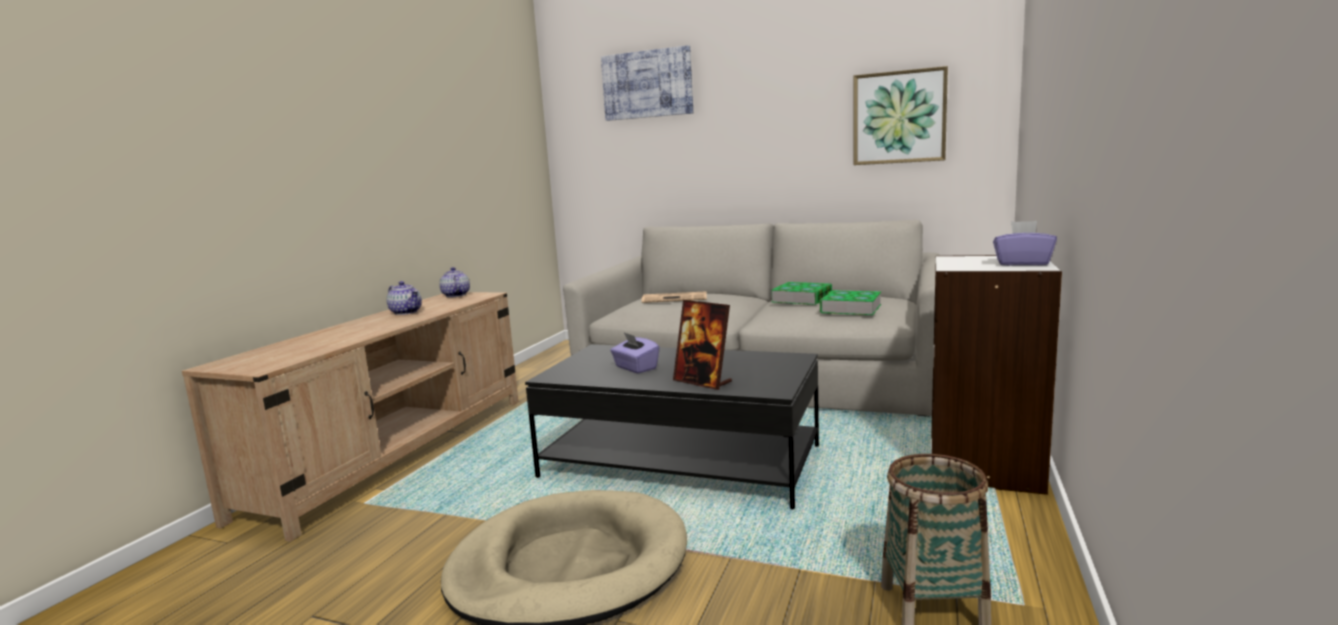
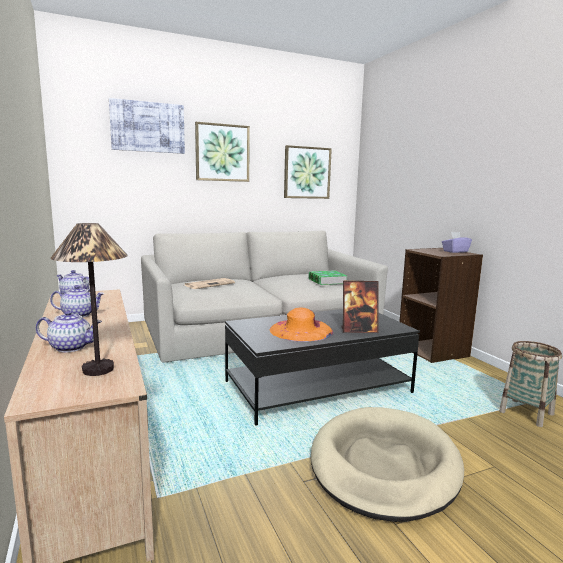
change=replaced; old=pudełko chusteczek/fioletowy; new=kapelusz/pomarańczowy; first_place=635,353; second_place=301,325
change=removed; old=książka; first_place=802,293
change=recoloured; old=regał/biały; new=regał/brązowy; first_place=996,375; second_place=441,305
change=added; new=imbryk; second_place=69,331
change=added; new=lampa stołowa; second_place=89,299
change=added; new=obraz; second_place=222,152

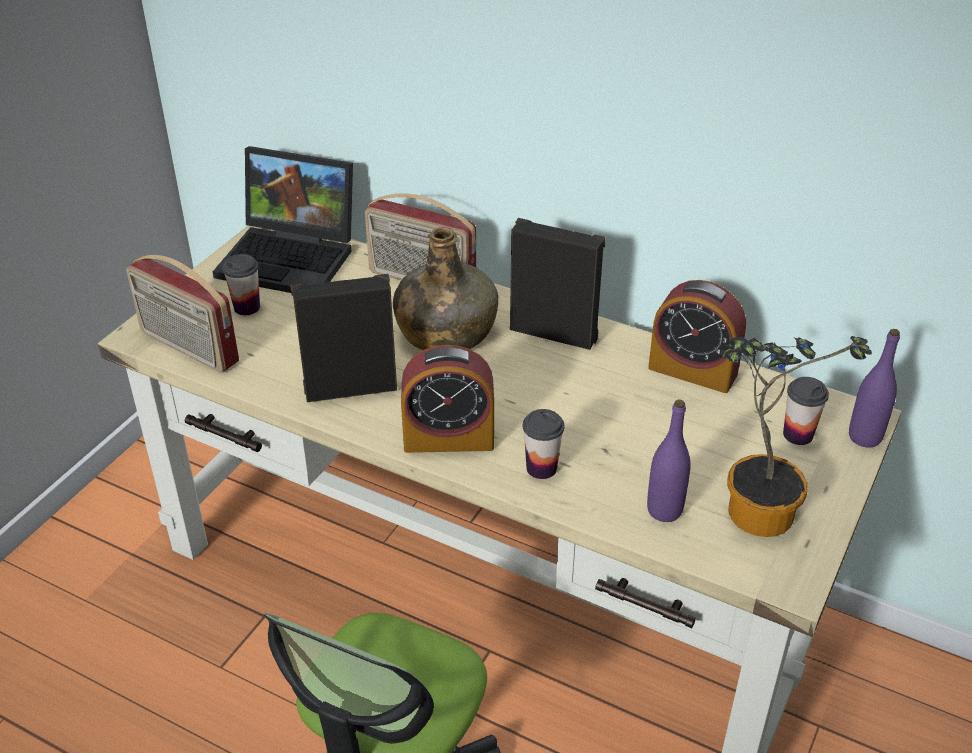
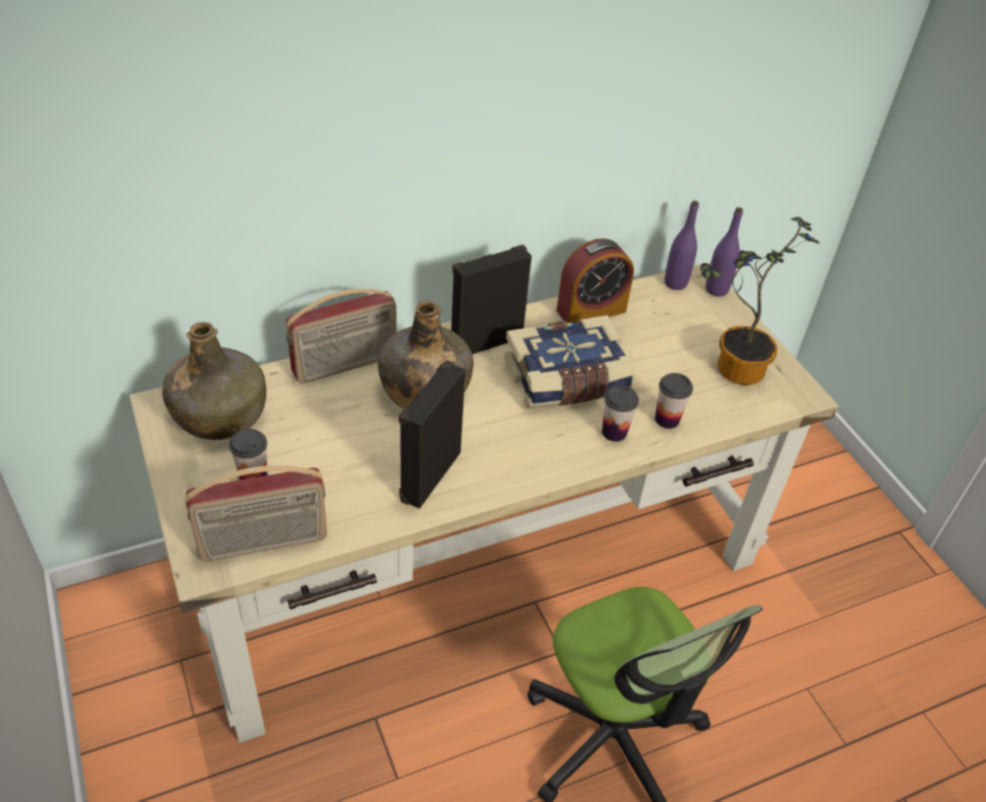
change=replaced; old=laptop; new=butelka/zielony; first_place=283,219; second_place=214,381
change=removed; old=budzik; first_place=447,399
change=moved; old=butelka/fioletowy; first_place=669,460; second_place=681,245
change=moved; old=filiżanka; first_place=806,411; second_place=674,401
change=added; new=książka; second_place=570,362

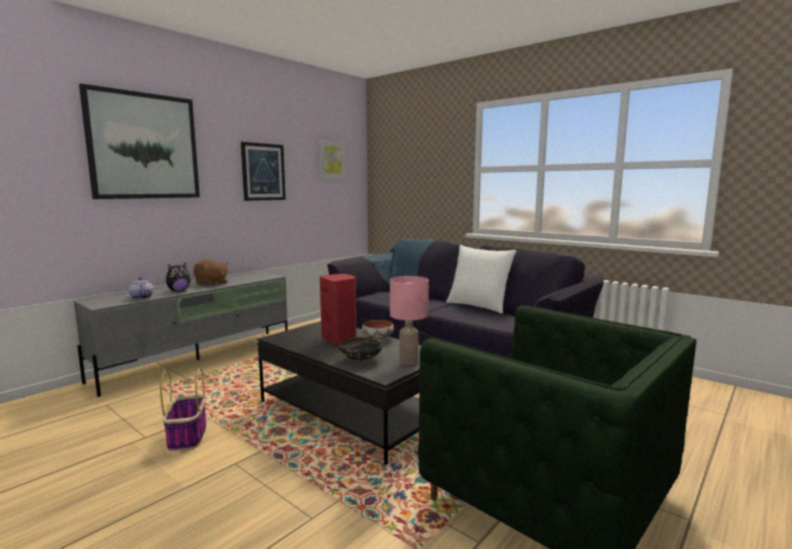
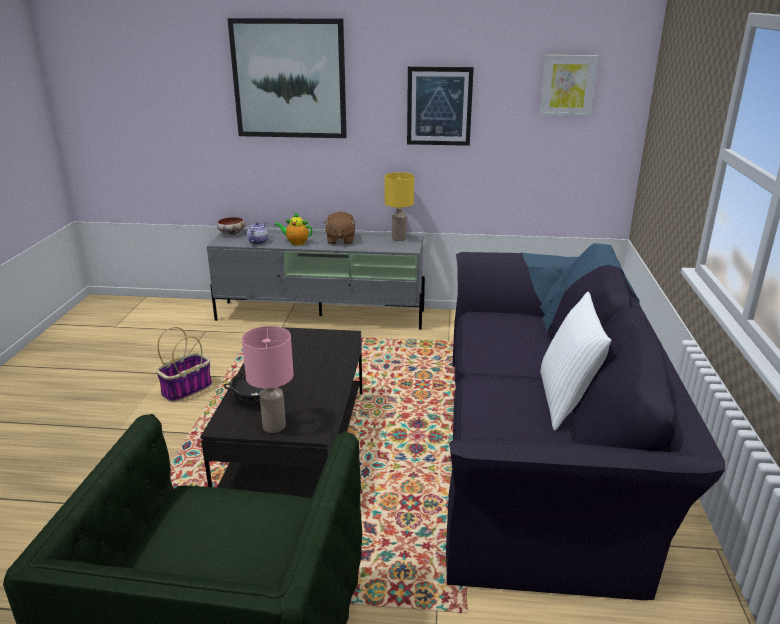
change=replaced; old=pluszak; new=imbryk; first_place=178,277; second_place=293,228
change=removed; old=głośnik/czerwony; first_place=338,309
change=moved; old=miska; first_place=378,330; second_place=231,226
change=added; new=lampa stołowa/żółty; second_place=399,206

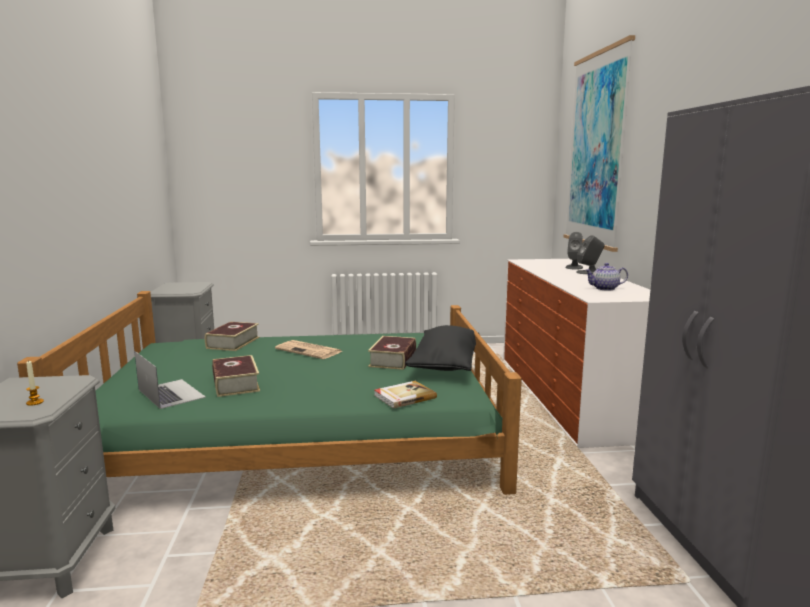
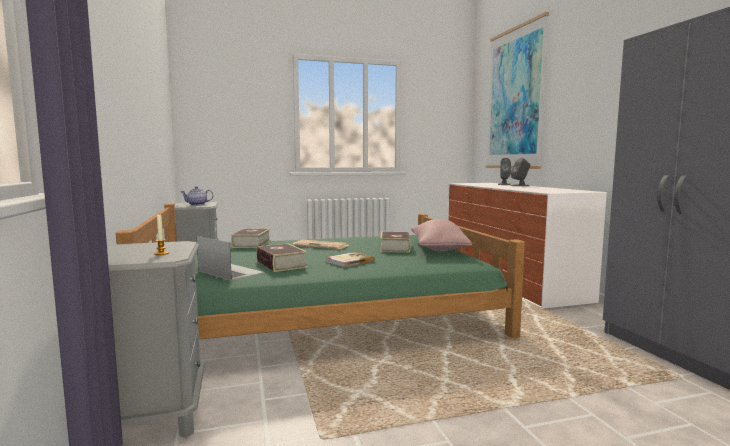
change=moved; old=książka; first_place=405,395; second_place=349,259
change=recoloured; old=poduszka/czarny; new=poduszka/różowy; first_place=442,348; second_place=441,235
change=moved; old=imbryk; first_place=606,277; second_place=197,195

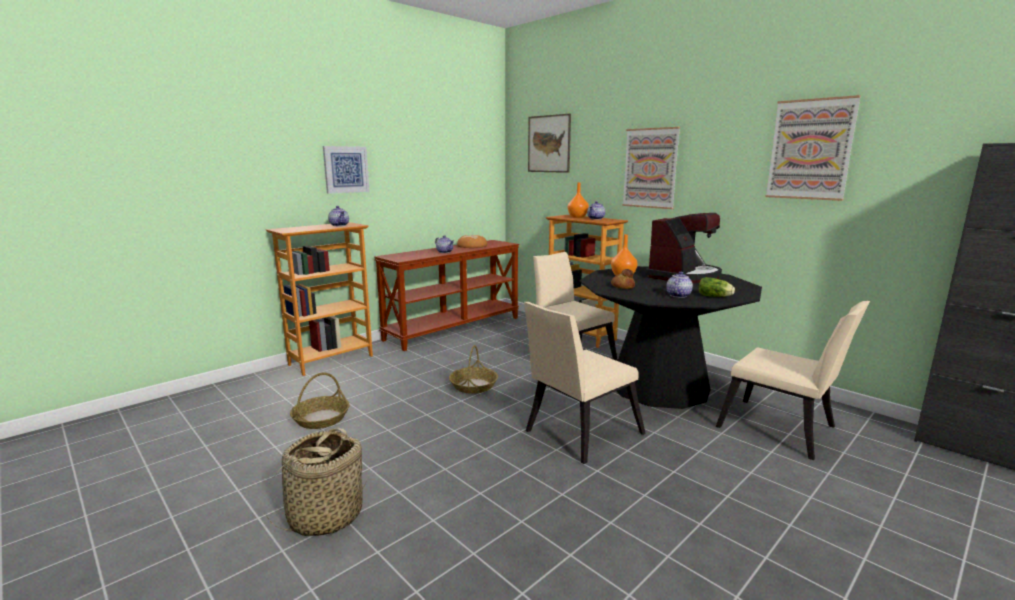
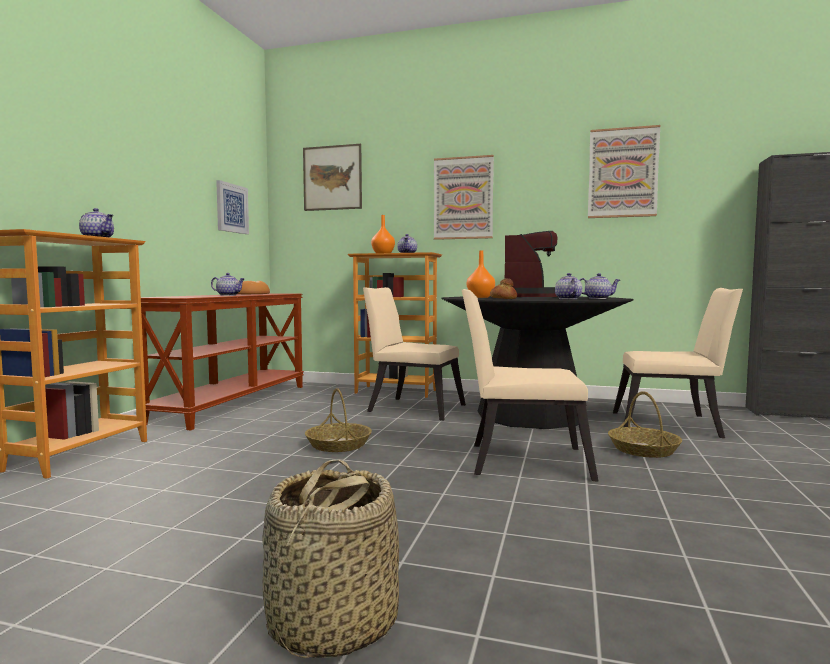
change=moved; old=koszyk; first_place=320,400; second_place=645,424
change=moved; old=obraz; first_place=346,170; second_place=232,207
change=turned; old=krzesło/beżowy; first_place=585,383; second_place=530,385; degrees=75
change=replaced; old=sałata; new=imbryk; first_place=716,287; second_place=599,286

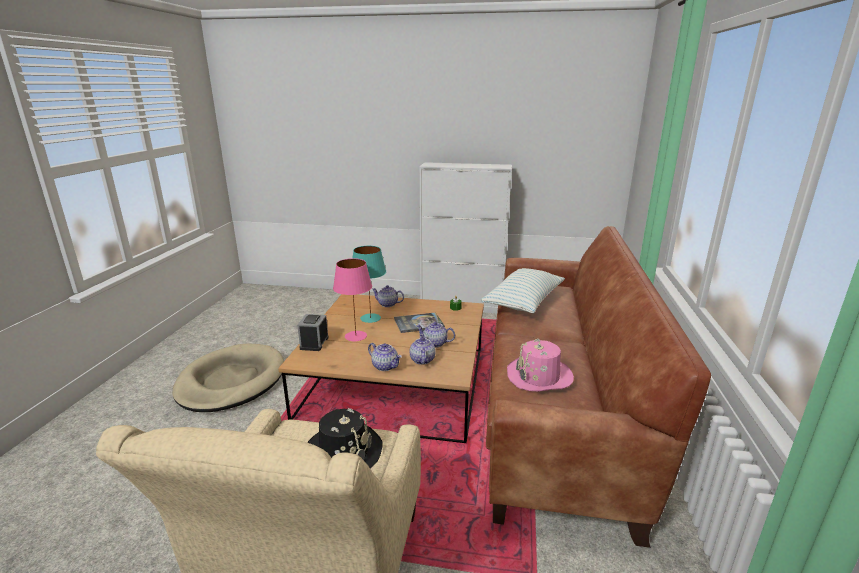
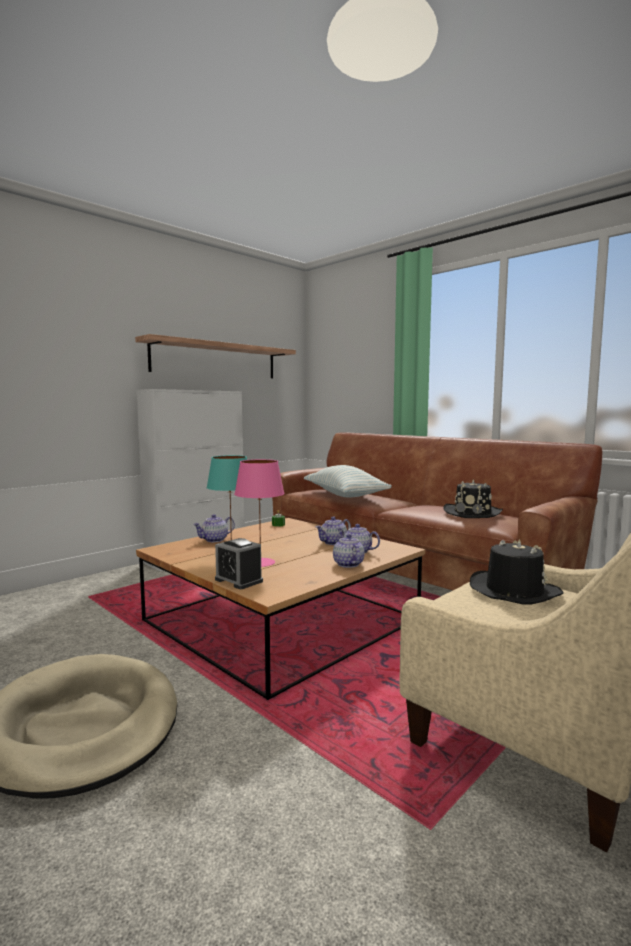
change=turned; old=imbryk; first_place=385,357; second_place=349,551; degrees=-90
change=removed; old=książka; first_place=419,322
change=recoloured; old=kapelusz/różowy; new=kapelusz/czarny; first_place=540,365; second_place=473,498
change=added; new=półka; second_place=215,356

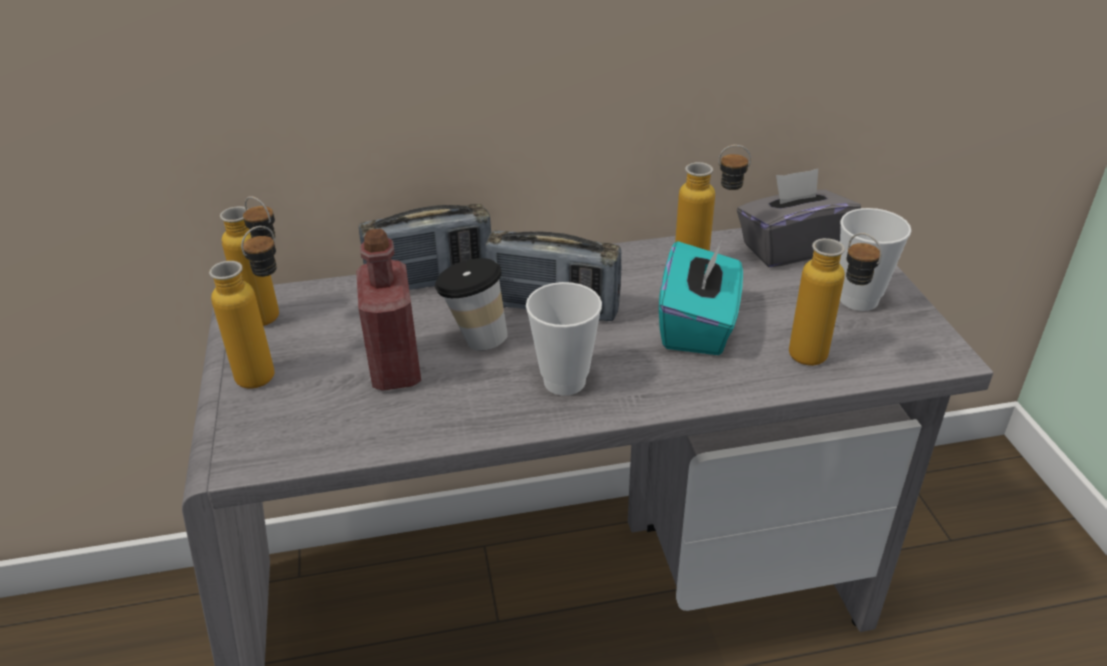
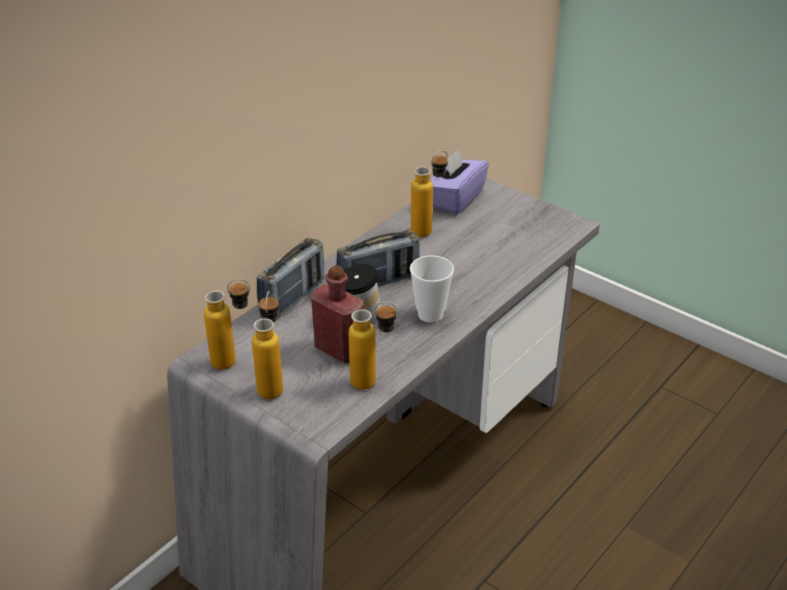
change=removed; old=pudełko chusteczek/turkusowy; first_place=701,297
change=recoloured; old=pudełko chusteczek/szary; new=pudełko chusteczek/fioletowy; first_place=799,218; second_place=459,181
change=moved; old=butelka; first_place=835,299; second_place=373,346
change=removed; old=filiżanka; first_place=875,259

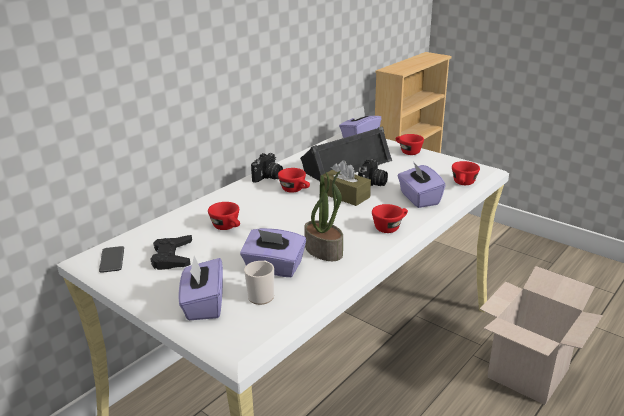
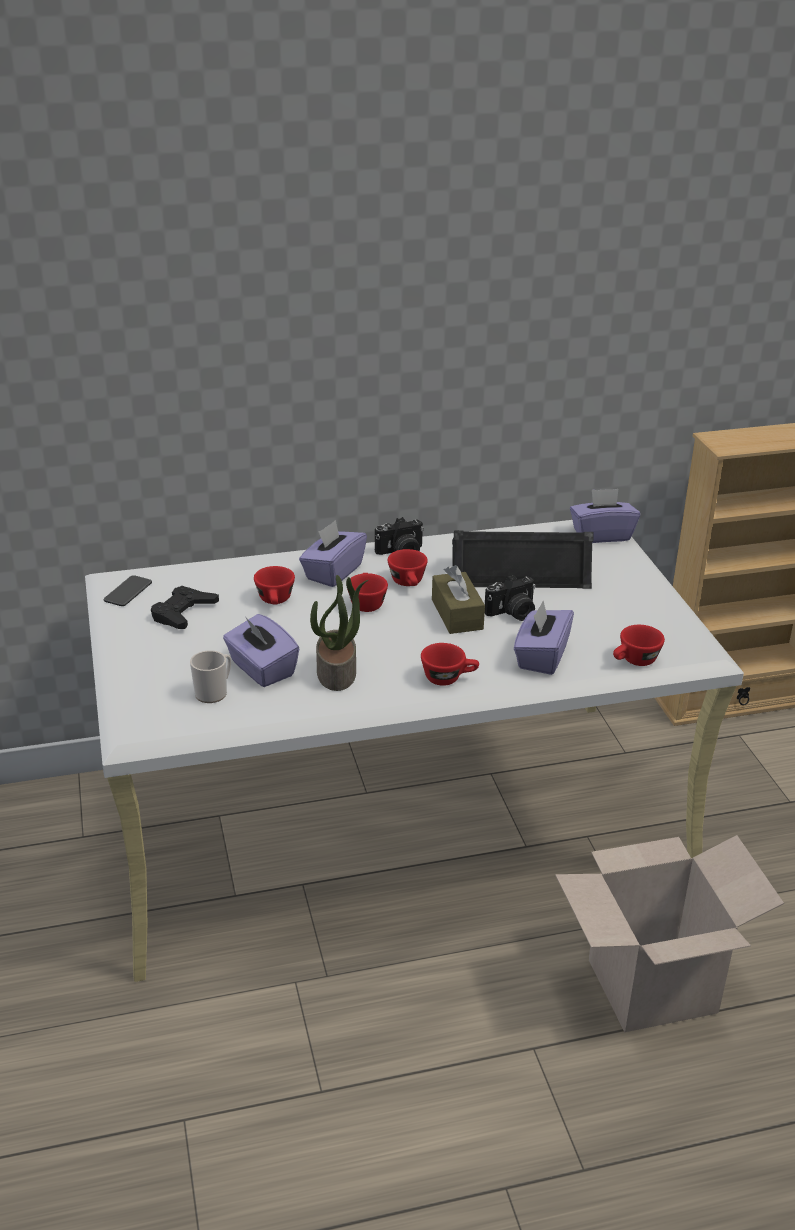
change=moved; old=pudełko chusteczek/fioletowy; first_place=200,288; second_place=333,553
change=moved; old=filiżanka/czerwony; first_place=410,144; second_place=367,592

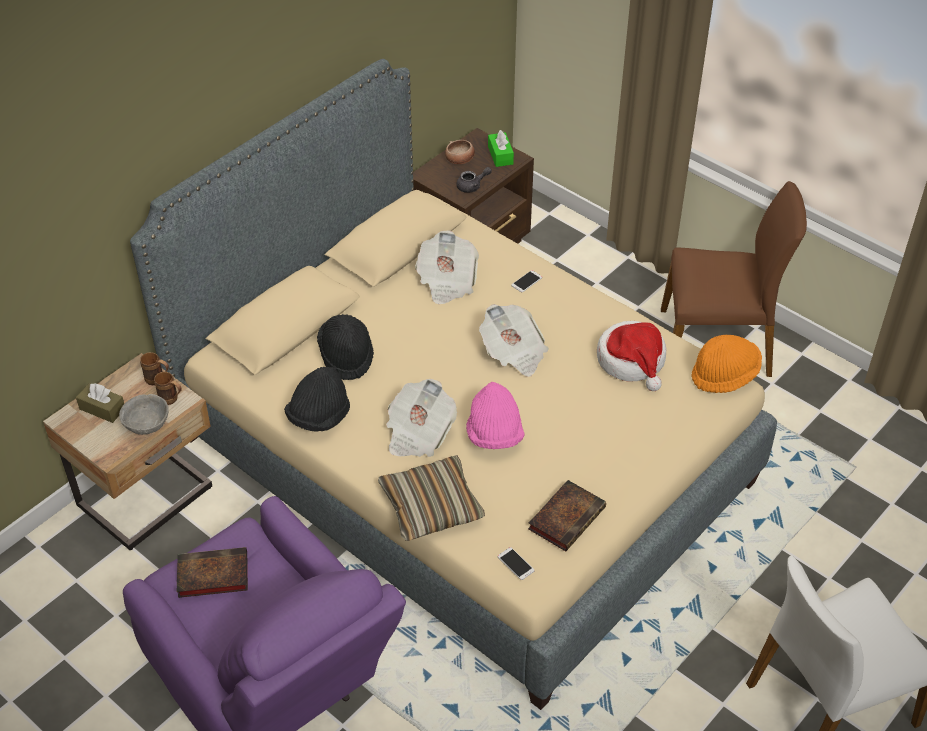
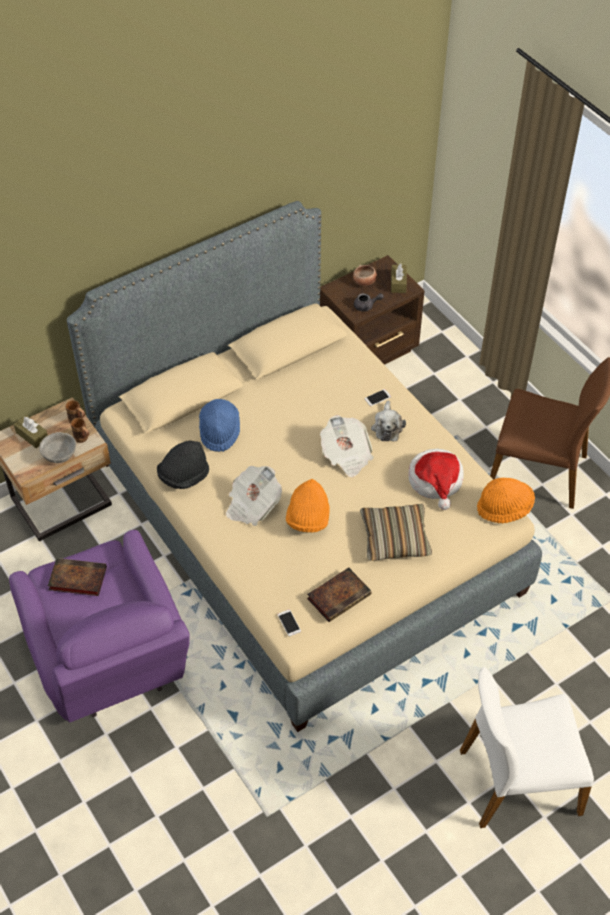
change=recoloured; old=kapelusz/czarny; new=kapelusz/niebieski; first_place=345,347; second_place=219,425
change=moved; old=poduszka; first_place=431,498; second_place=396,532
change=removed; old=gazeta; first_place=447,268
change=recoloured; old=kapelusz/różowy; new=kapelusz/pomarańczowy; first_place=495,415; second_place=307,506
change=recoloured; old=pudełko chusteczek/zielony; new=pudełko chusteczek/brązowy; first_place=501,148; second_place=399,278
change=added; new=pluszak; second_place=388,420

